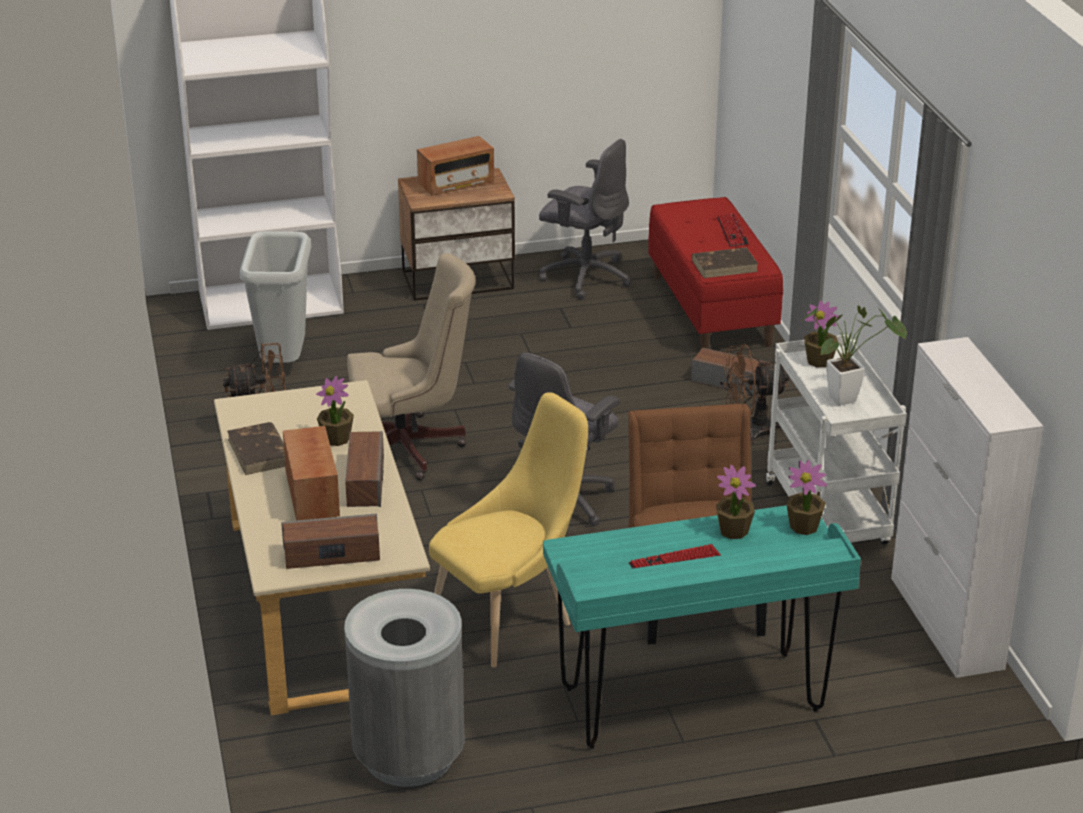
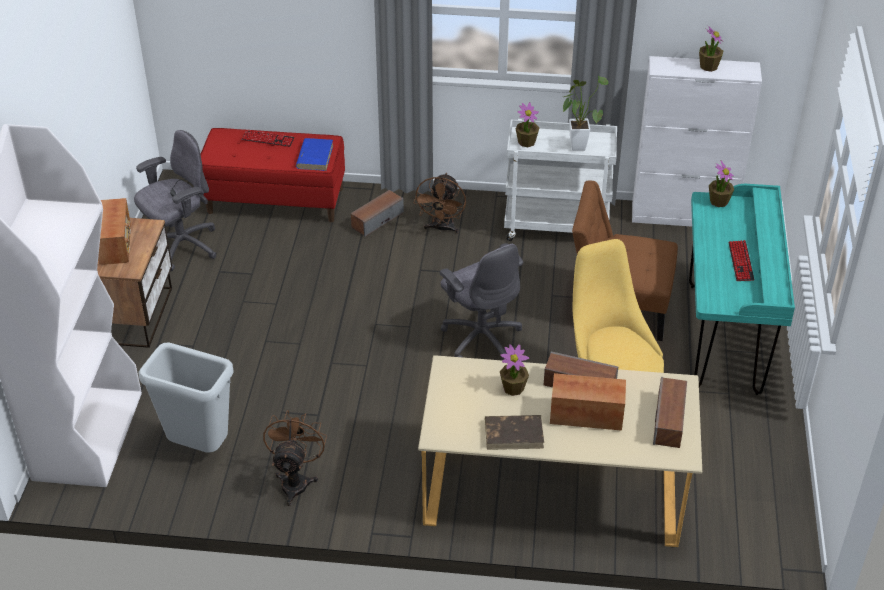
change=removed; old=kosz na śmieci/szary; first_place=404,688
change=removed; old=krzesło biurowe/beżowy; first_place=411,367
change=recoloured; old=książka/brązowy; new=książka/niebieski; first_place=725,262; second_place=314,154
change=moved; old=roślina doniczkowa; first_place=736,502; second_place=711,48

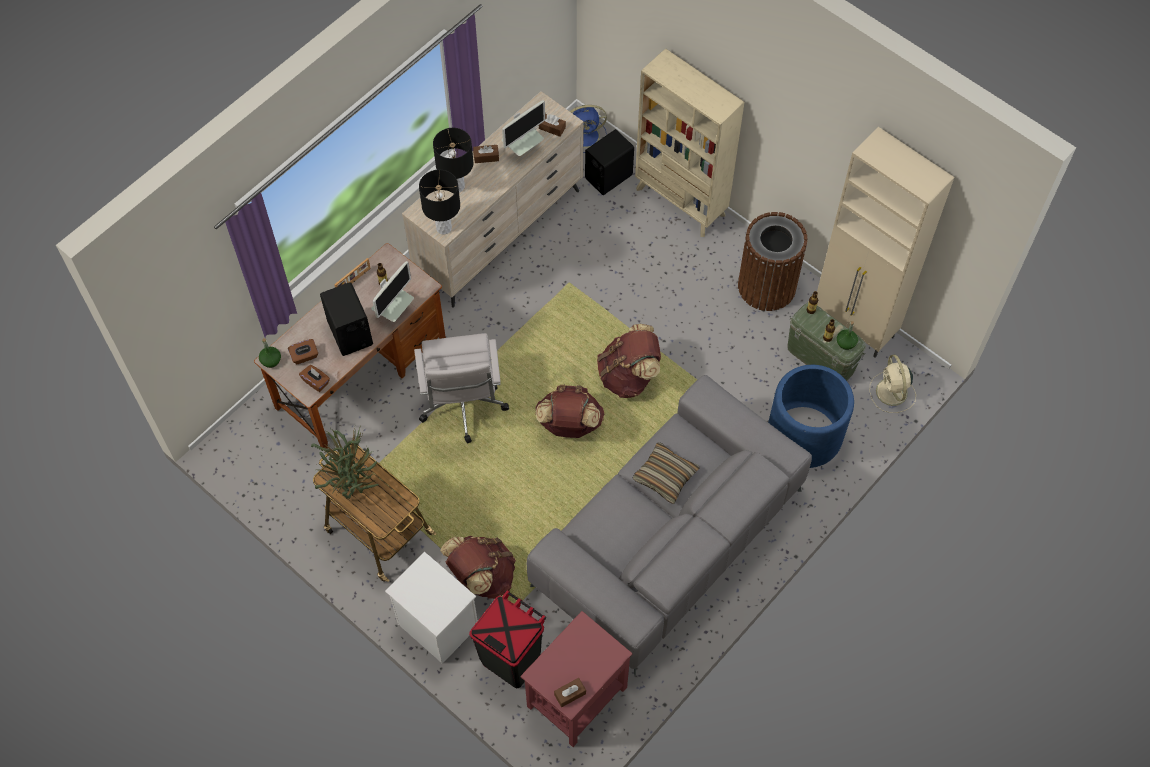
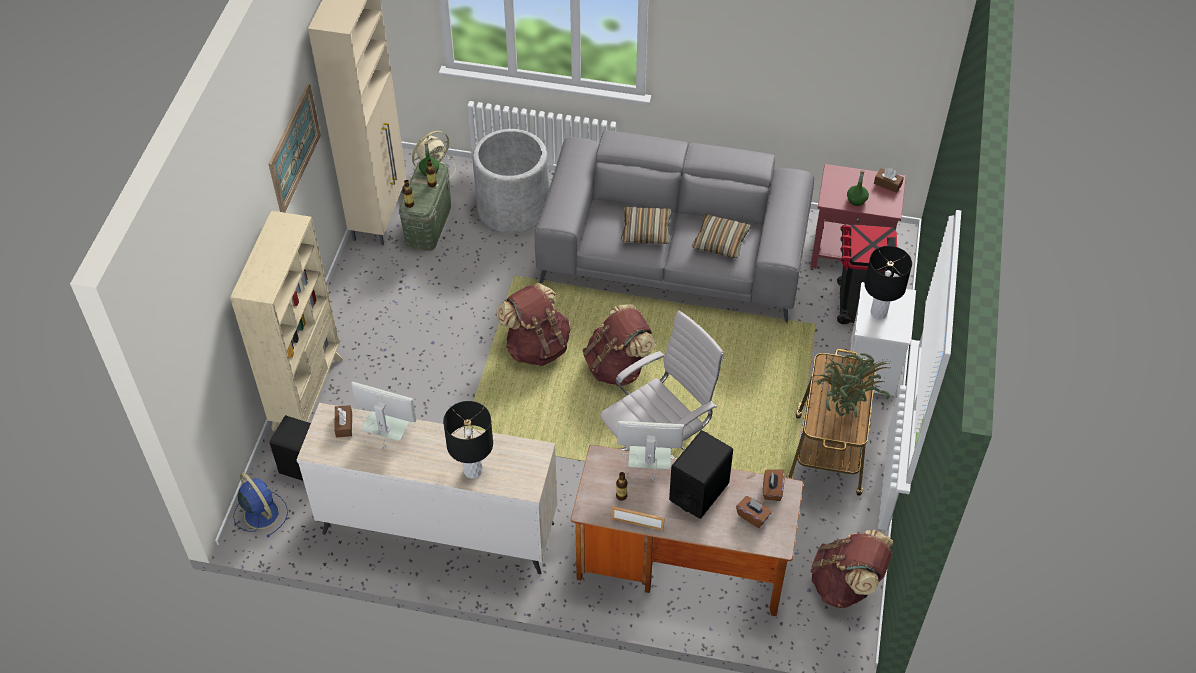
change=moved; old=butelka/zielony; first_place=270,353; second_place=858,188
change=moved; old=lampa stołowa/czarny; first_place=439,202; second_place=888,282
change=moved; old=plecak/brązowy; first_place=478,567; second_place=852,568
change=removed; old=pudełko chusteczek/brązowy; first_place=486,154
change=removed; old=kosz na śmieci/brązowy; first_place=772,261
change=recoloured; old=donica/niebieski; new=donica/szary; first_place=811,416; second_place=511,181
change=added; new=obraz; second_place=294,148
change=added; new=poduszka; second_place=721,236

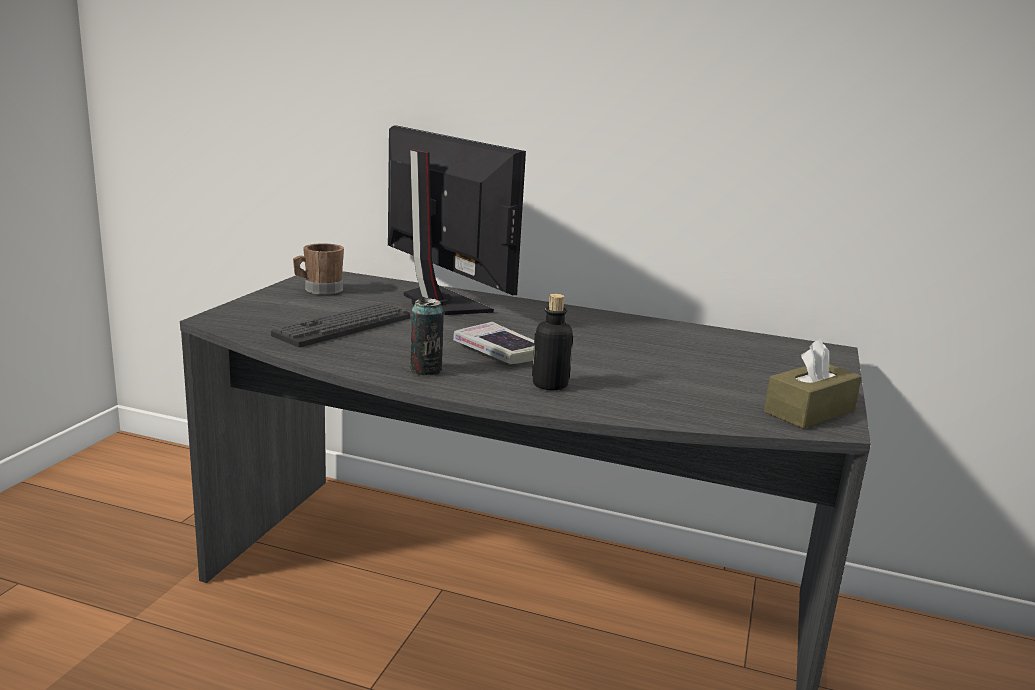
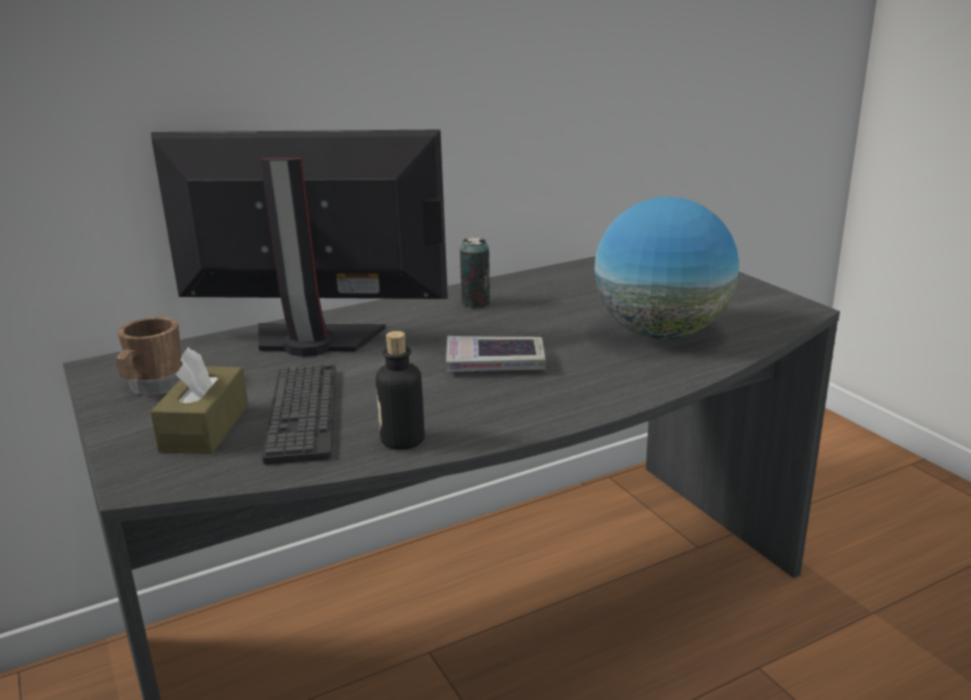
change=moved; old=puszka; first_place=427,337; second_place=475,272
change=moved; old=butelka; first_place=552,342; second_place=400,390
change=moved; old=pudełko chusteczek/brązowy; first_place=812,384; second_place=199,400
change=added; new=globus; second_place=666,268

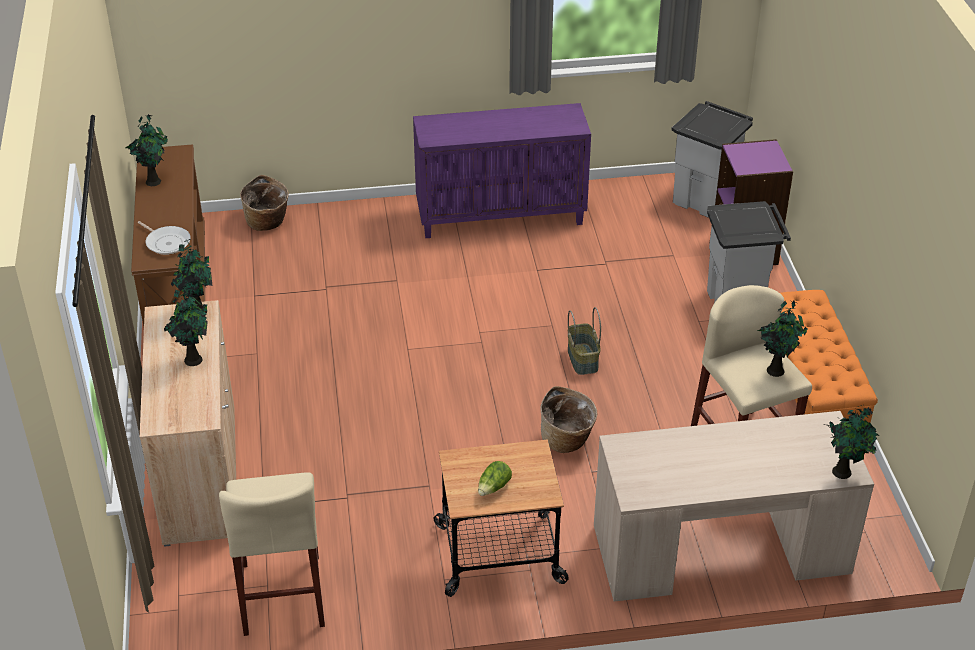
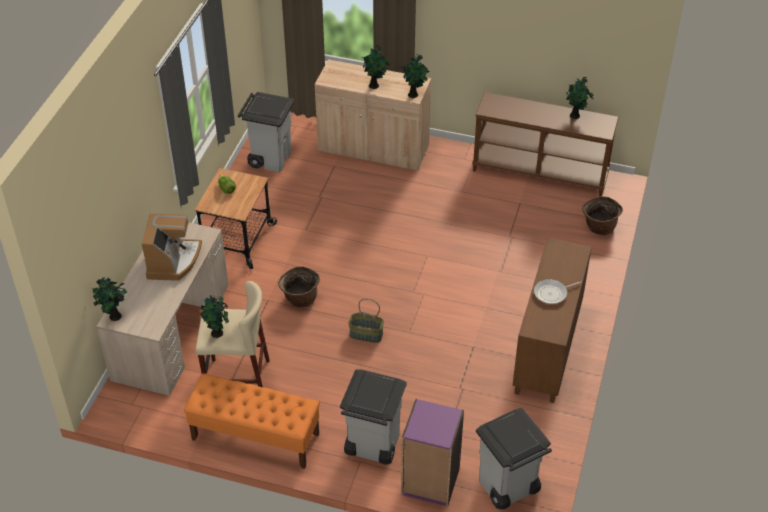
change=moved; old=patelnia; first_place=164,238; second_place=558,291
change=replaced; old=stołek/beżowy; new=kosz na śmieci/szary; first_place=272,554; second_place=266,132
change=recoloured; old=szafka/fioletowy; new=szafka/brązowy; first_place=502,170; second_place=552,320
change=added; new=ekspres do kawy; second_place=172,247

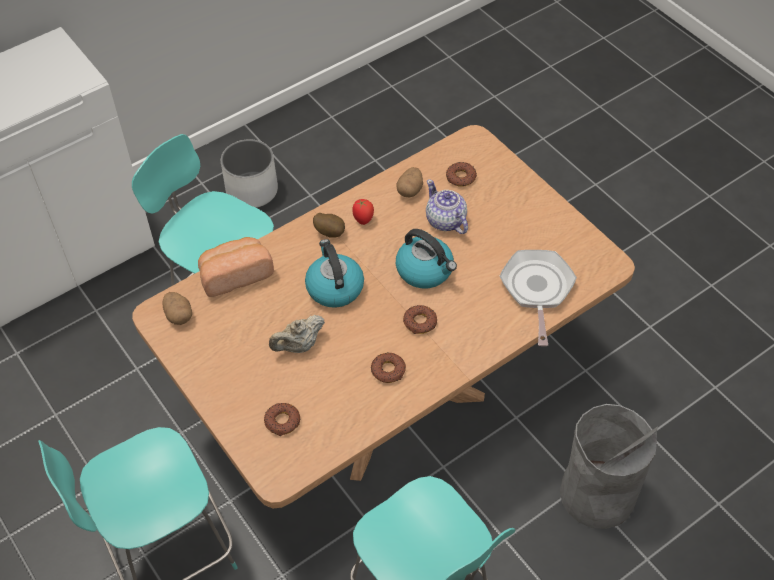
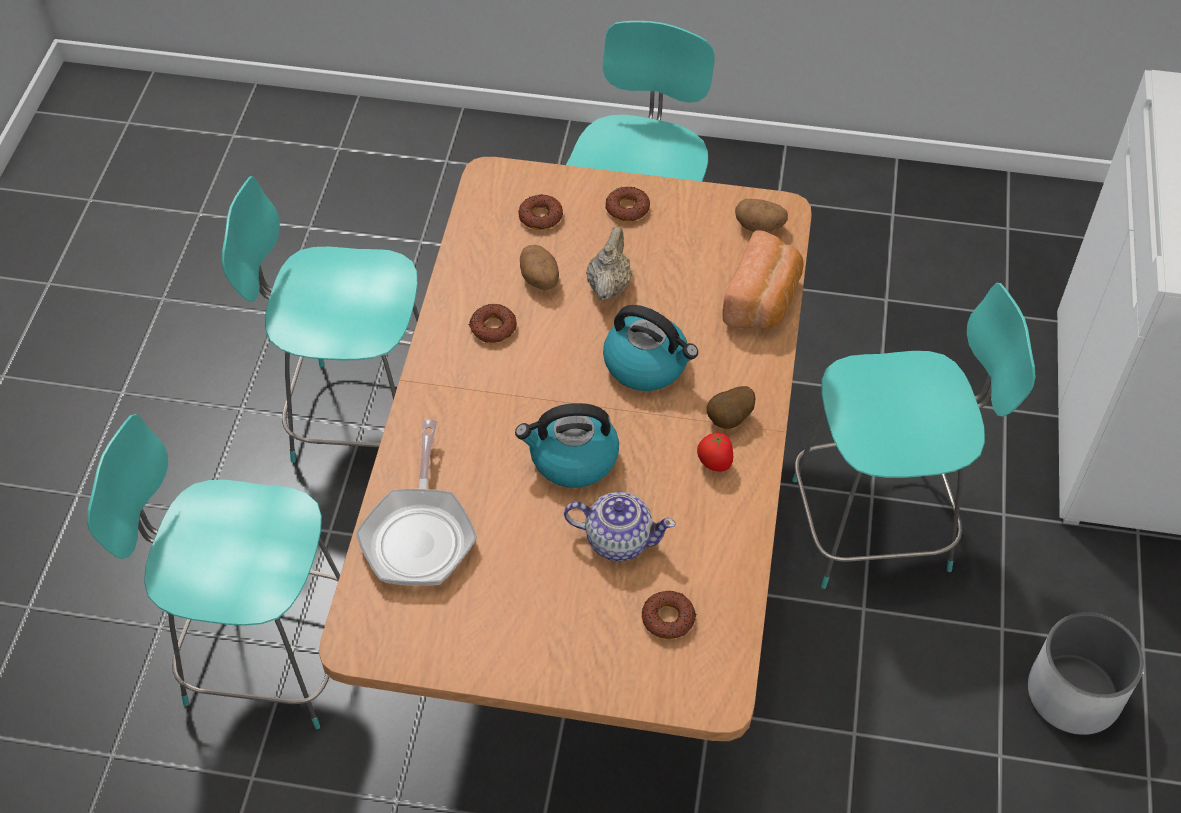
change=moved; old=ziemniak; first_place=409,182; second_place=539,267
change=moved; old=donut; first_place=420,319; second_place=627,204
change=turned; old=patelnia; first_place=538,298; second_place=416,503; degrees=45
change=replaced; old=kosz na śmieci/szary; new=stołek/turkusowy; first_place=609,466; second_place=213,571

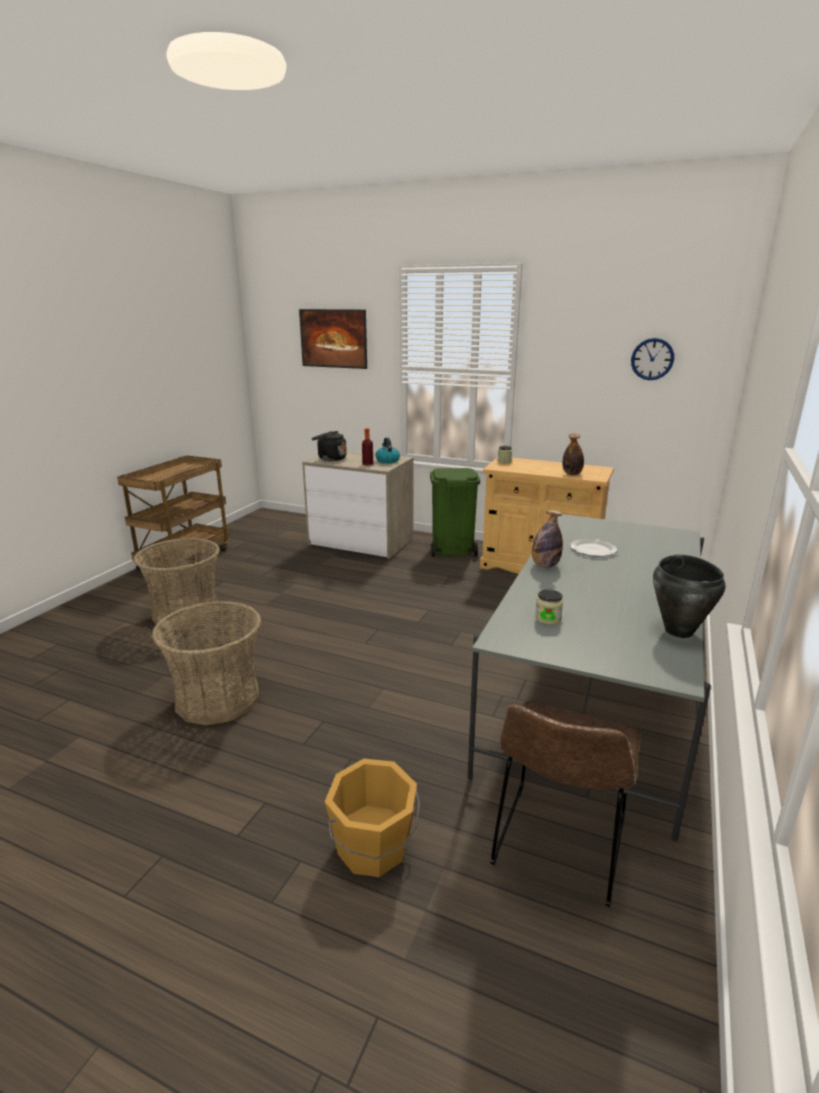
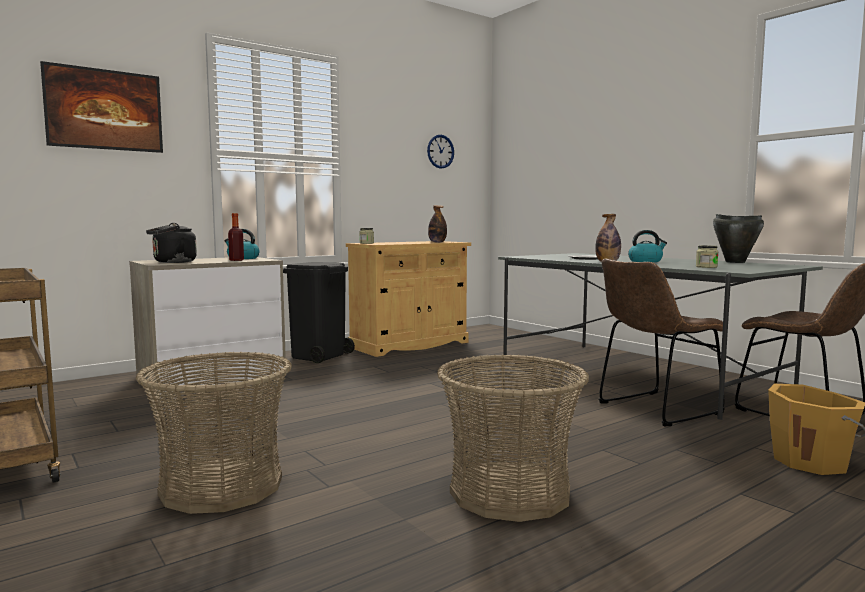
change=recoloured; old=kosz na śmieci/zielony; new=kosz na śmieci/czarny; first_place=455,512; second_place=319,312
change=added; new=krzesło/brązowy; second_place=662,342
change=added; new=czajnik; second_place=647,246

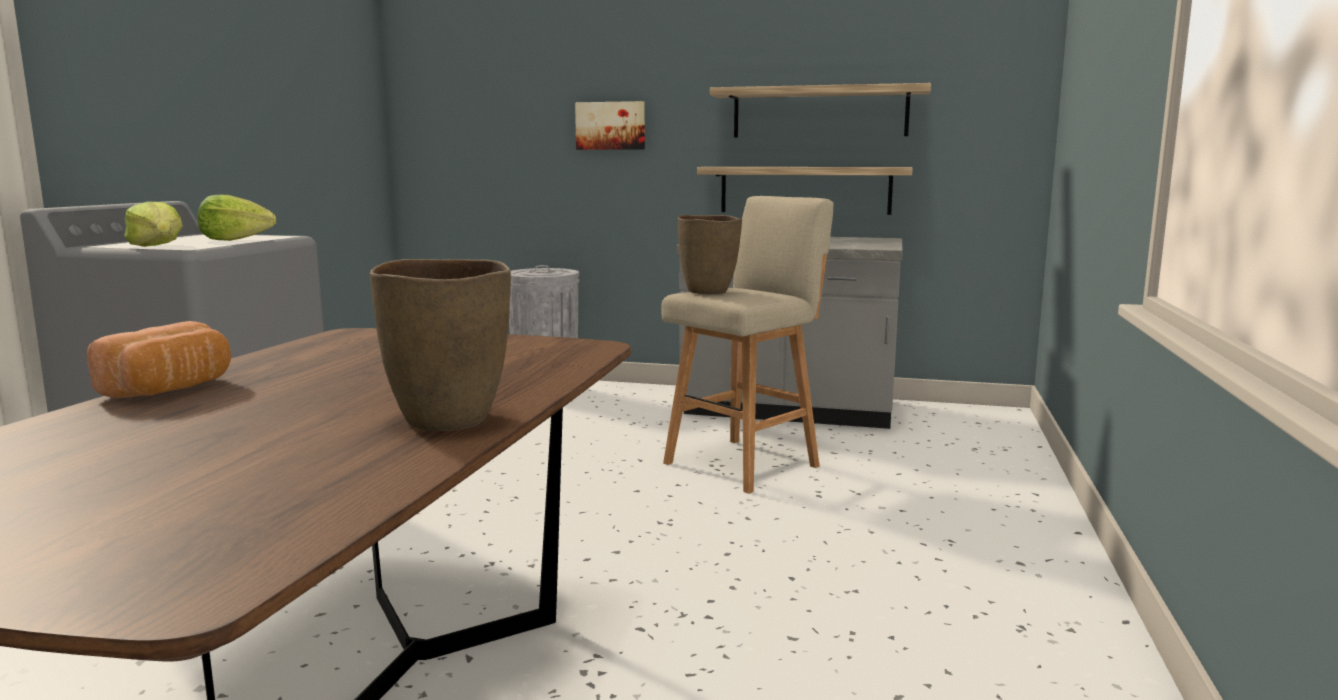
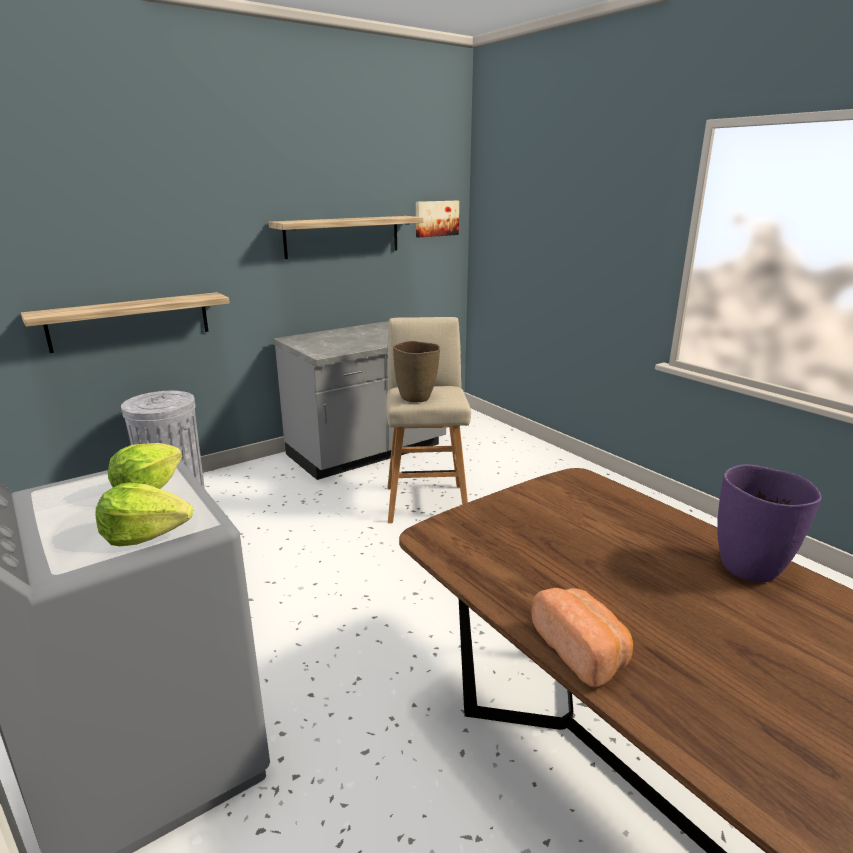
change=recoloured; old=wazon/brązowy; new=wazon/fioletowy; first_place=440,345; second_place=769,523
change=moved; old=obraz; first_place=610,125; second_place=437,219
change=moved; old=półka; first_place=805,191; second_place=125,322

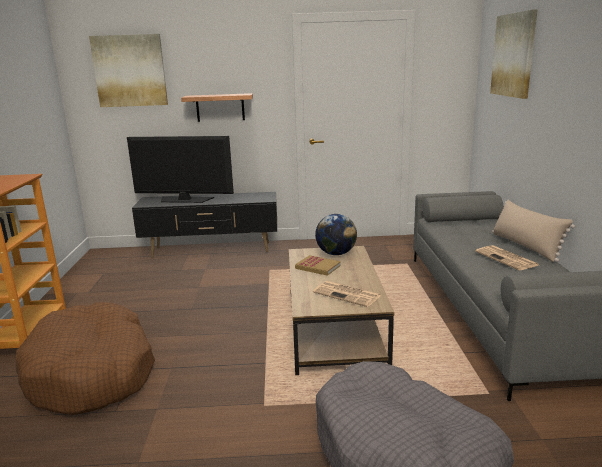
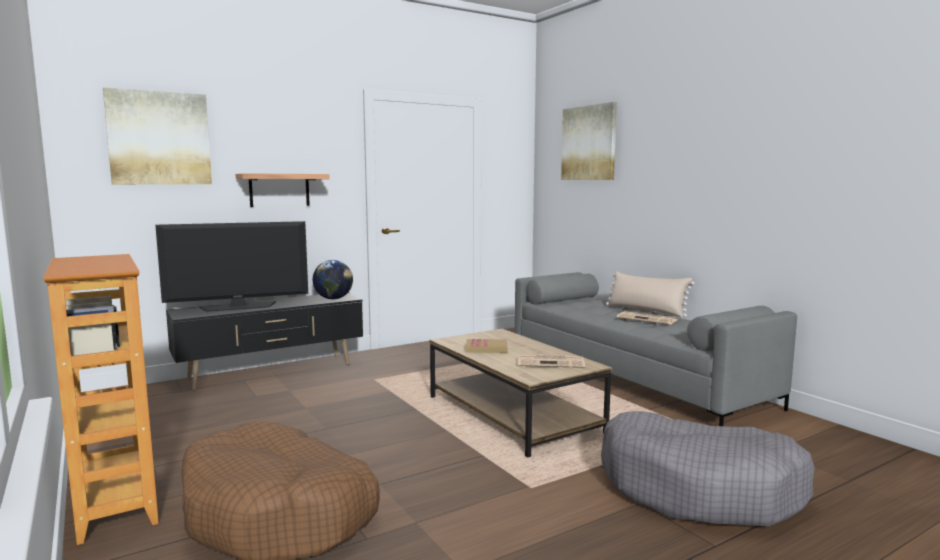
change=moved; old=globus; first_place=336,234; second_place=333,279

